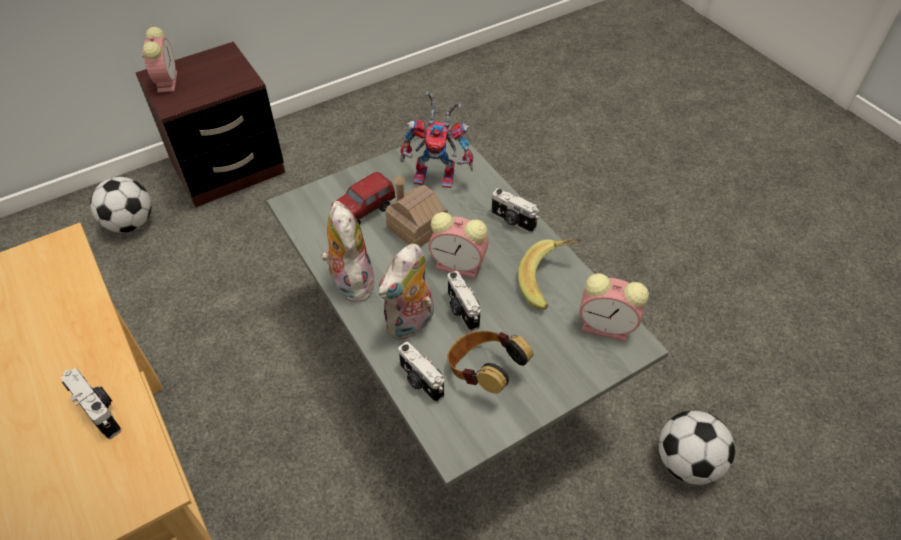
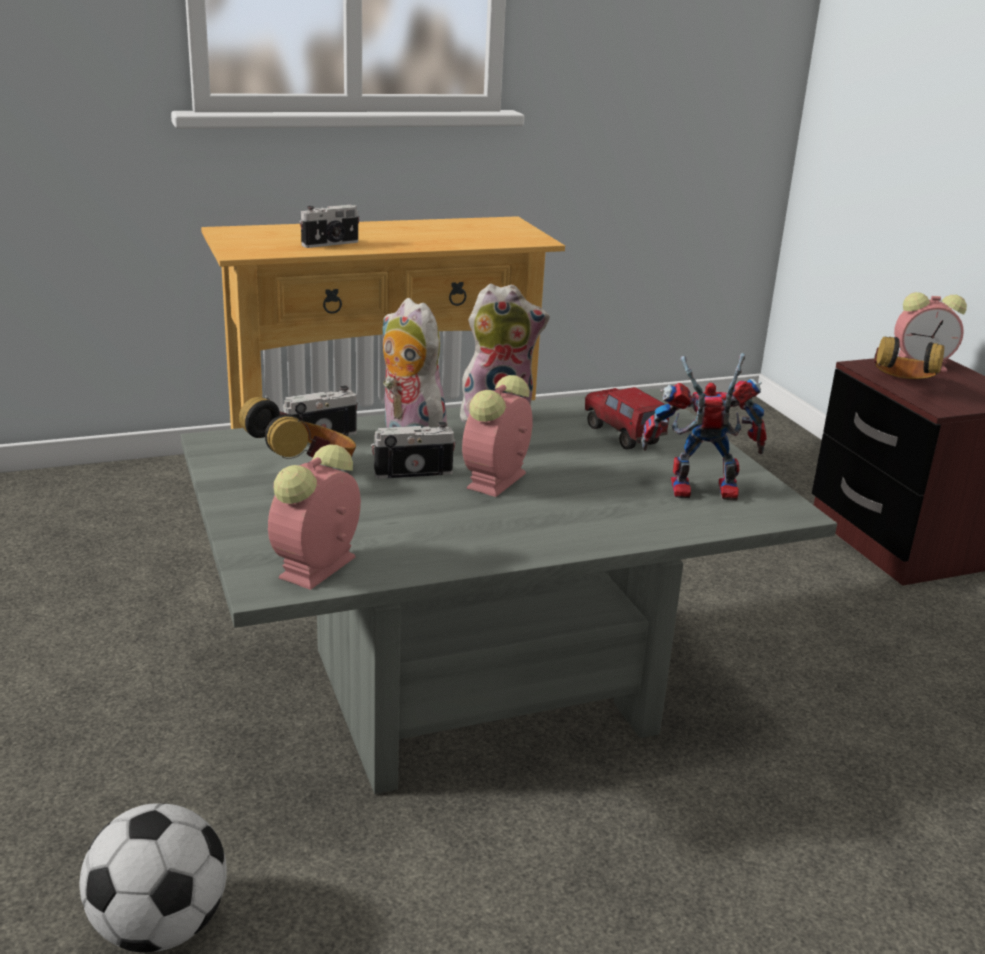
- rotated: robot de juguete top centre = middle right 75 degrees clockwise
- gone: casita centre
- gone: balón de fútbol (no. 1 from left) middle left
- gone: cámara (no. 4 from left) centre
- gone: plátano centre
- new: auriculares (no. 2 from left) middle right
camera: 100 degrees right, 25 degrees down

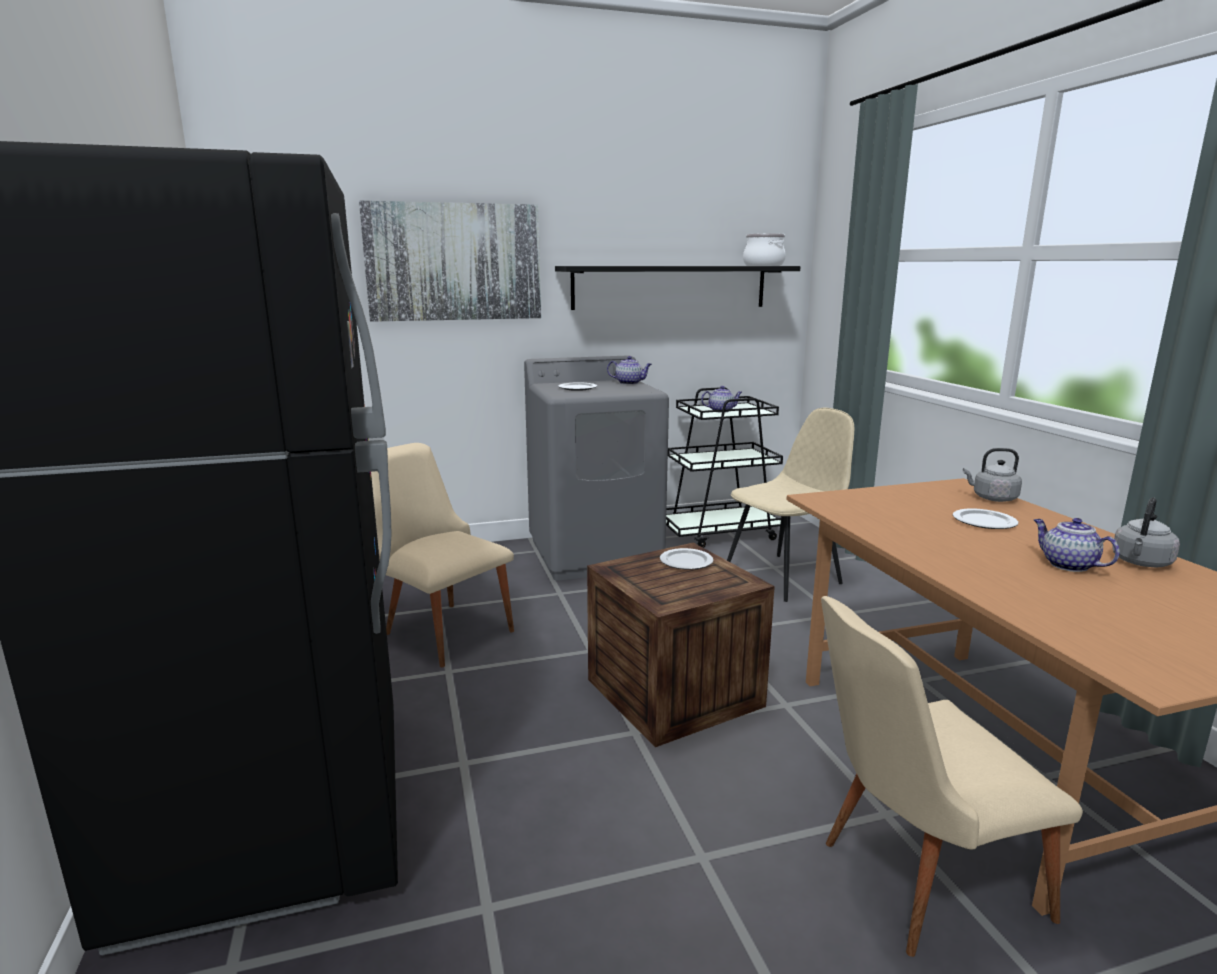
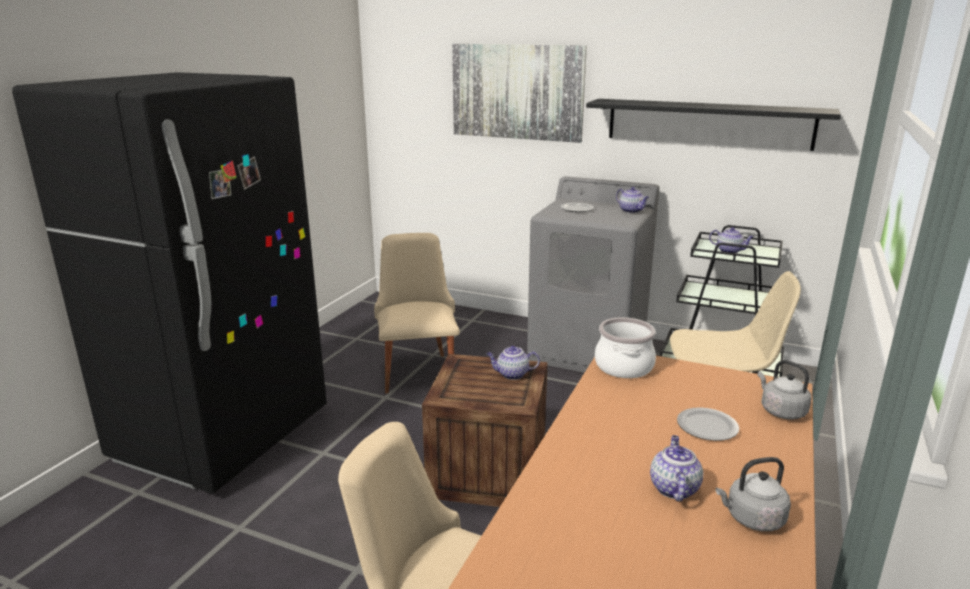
- shifted: olla top centre to centre
- swapped: plato (no. 2 from left) centre to tetera (no. 1 from left) centre
camera: 40 degrees right, 5 degrees up

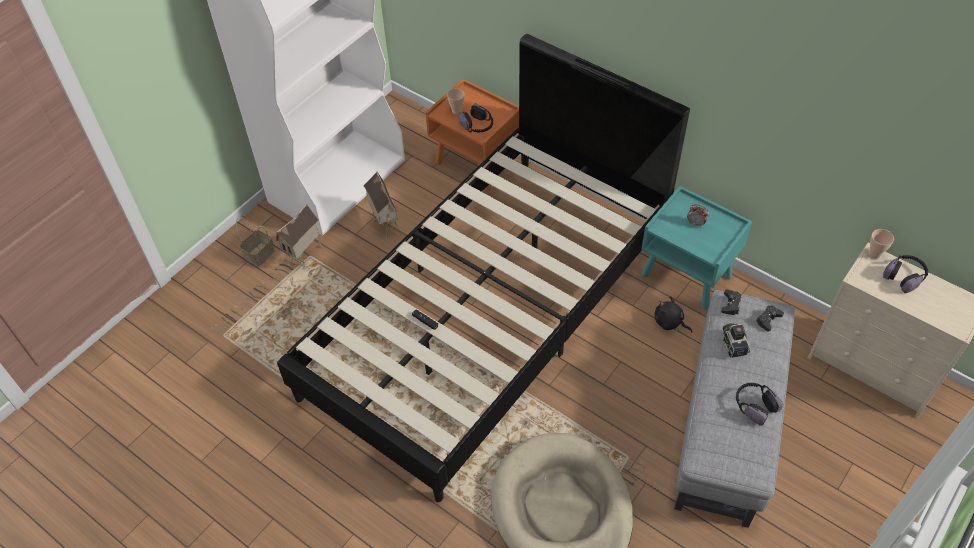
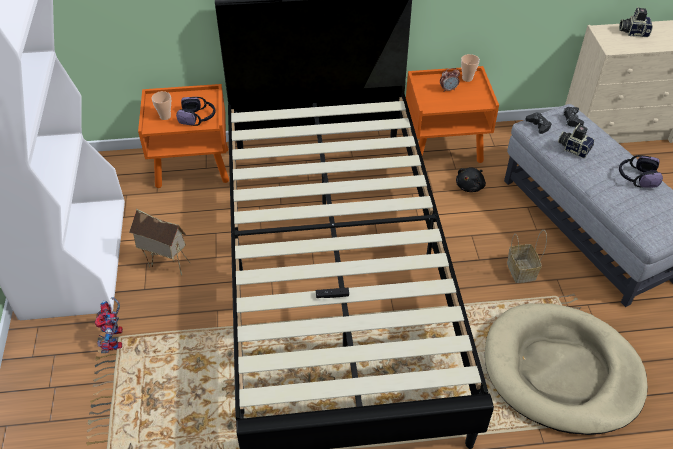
- repainted: mesita de noche [turquesa] middle right to mesita de noche [naranja] (no. 2 from left) top right
- swapped: casita (no. 1 from left) middle left to robot de juguete bottom left
- shifted: cesta middle left to middle right
- shifted: taza (no. 2 from left) middle right to top right
- swapped: auriculares (no. 3 from left) middle right to cámara (no. 2 from left) top right
- rotated: peluche [negro] middle right = middle right 45 degrees counterclockwise
camera: 45 degrees left, 5 degrees down

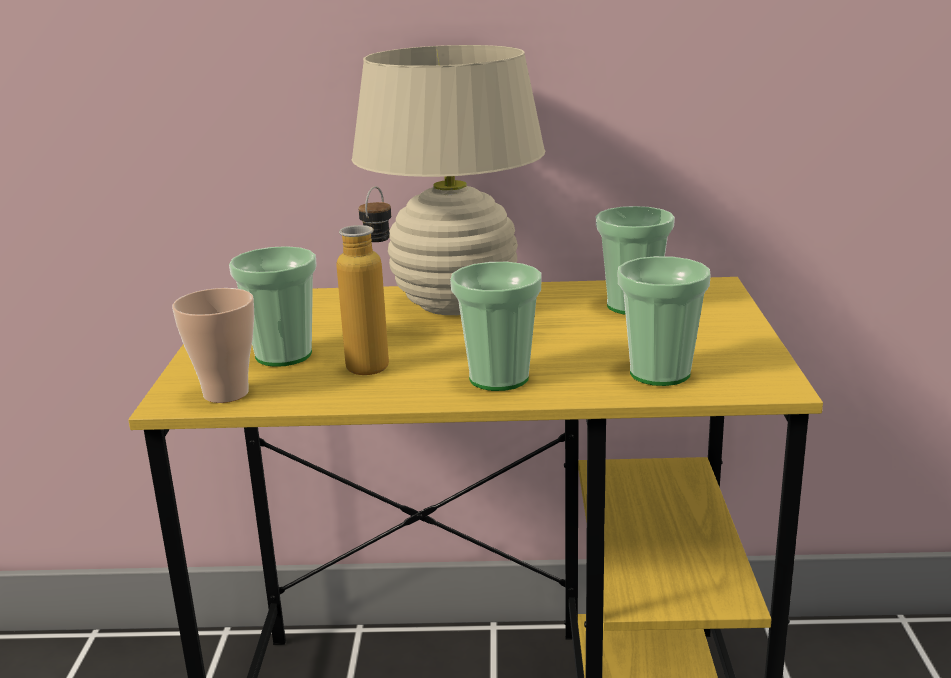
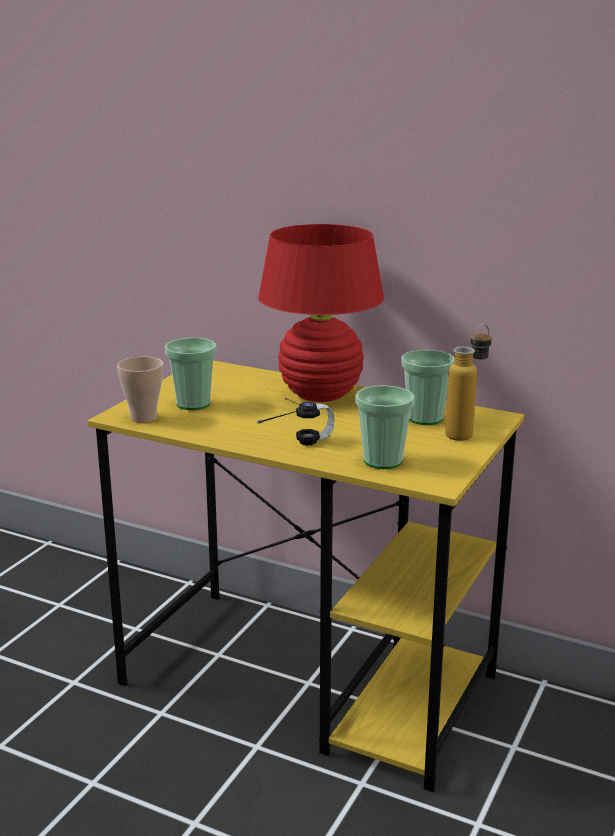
- repainted: lámpara de mesa [beis] top centre to lámpara de mesa [rojo] centre
- shifted: botella centre to middle right
- swapped: taza (no. 3 from left) centre to auriculares centre
camera: 25 degrees right, 0 degrees up

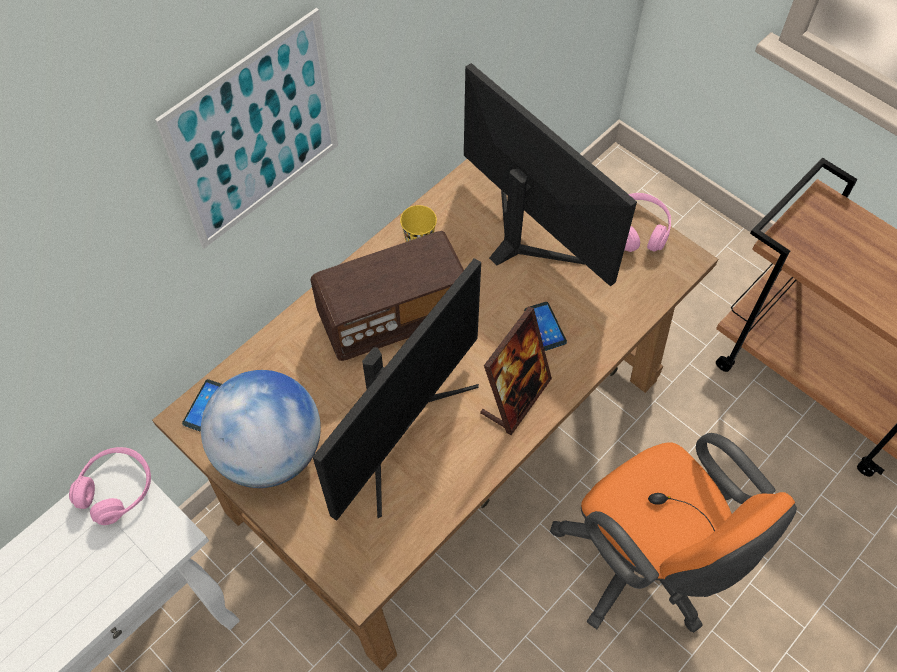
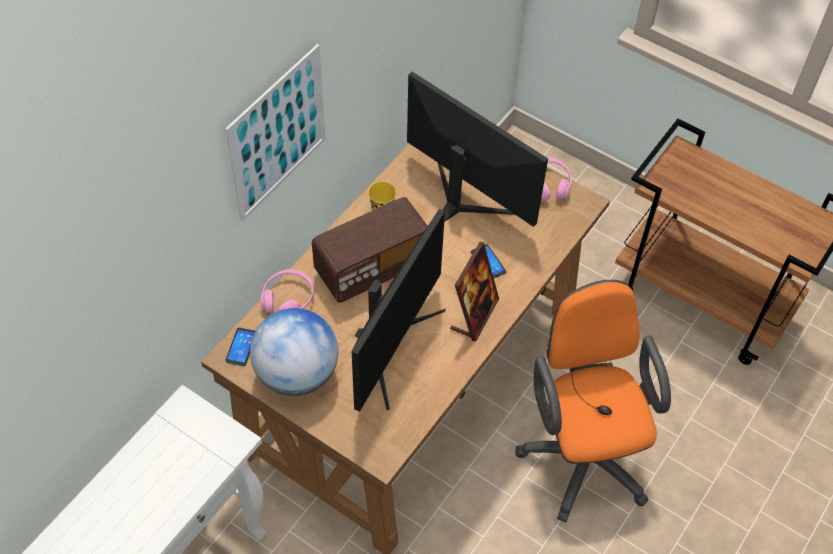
- rotated: silla de oficina [naranja] bottom right = bottom right 150 degrees counterclockwise
- shifted: auriculares [rosa] (no. 1 from left) bottom left to centre
camera: 10 degrees left, 5 degrees down

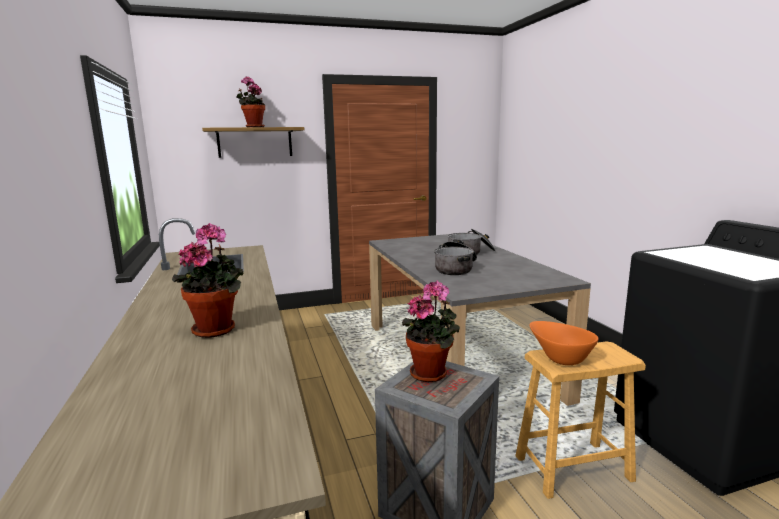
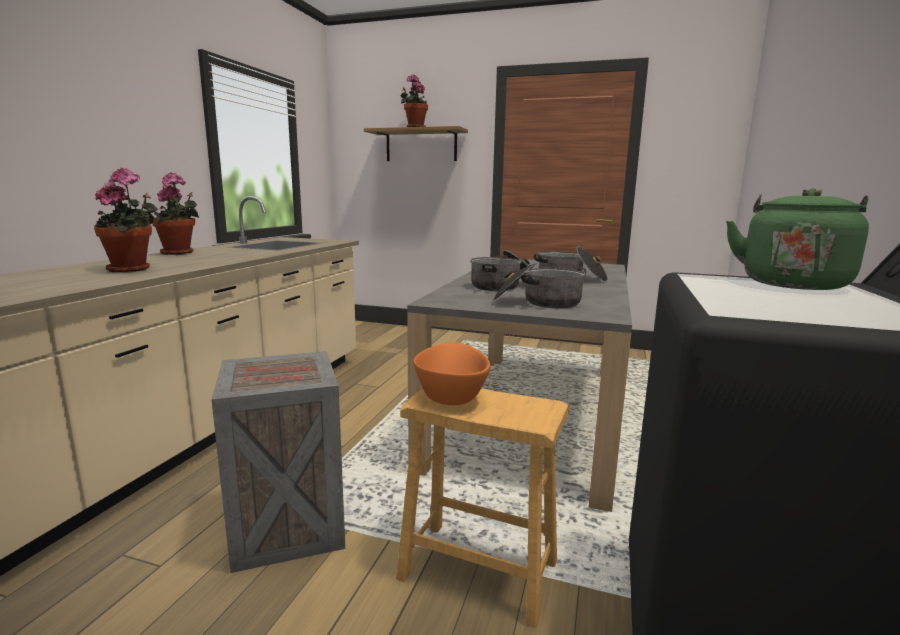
- shifted: planta en maceta (no. 3 from left in the first image) centre to planta en maceta (no. 2 from left) middle left
- new: hervidor [verde] middle right
- new: olla (no. 2 from left) centre
camera: 35 degrees right, 0 degrees up

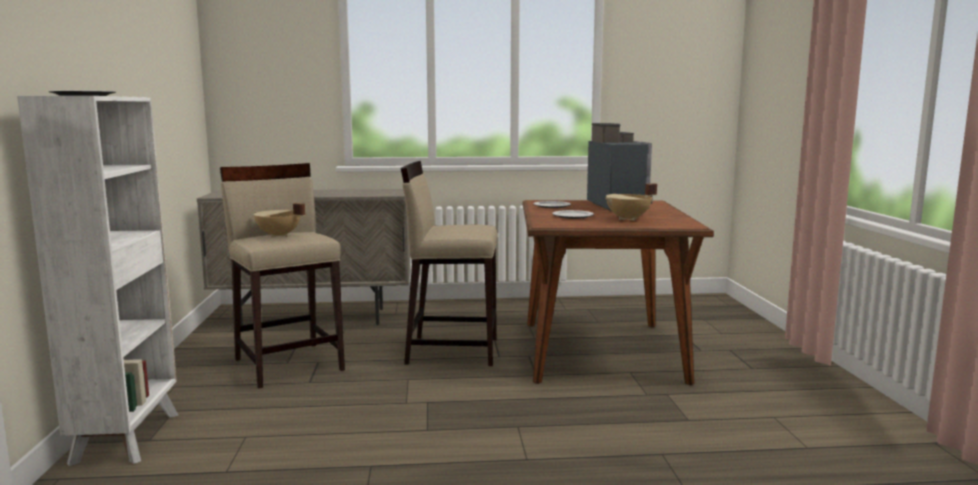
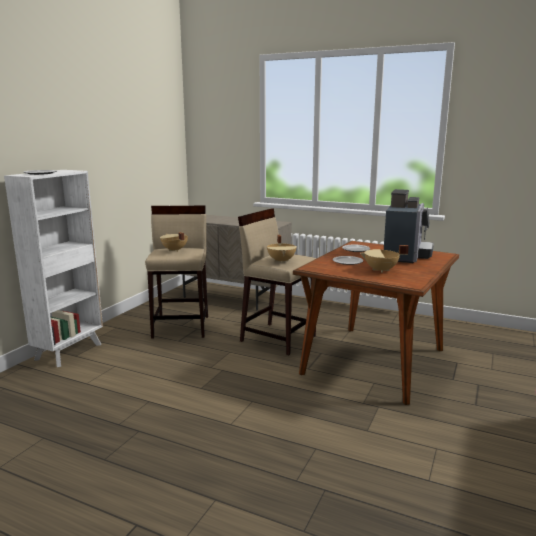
- new: olla [beis] (no. 2 from left) centre
camera: 30 degrees right, 5 degrees up

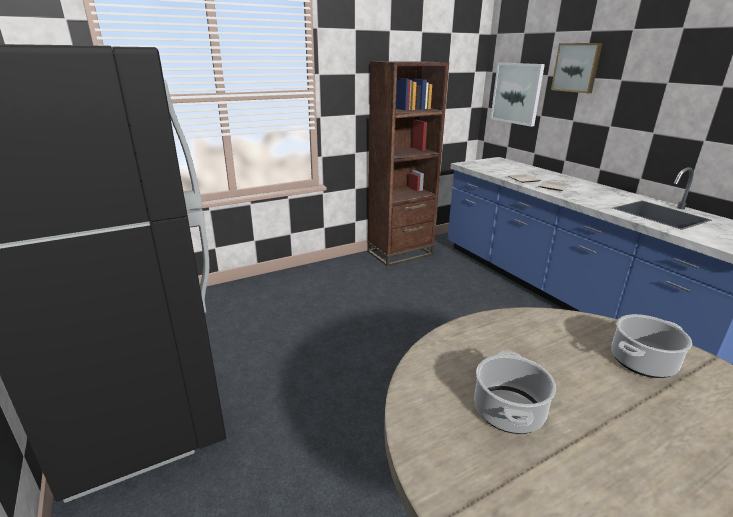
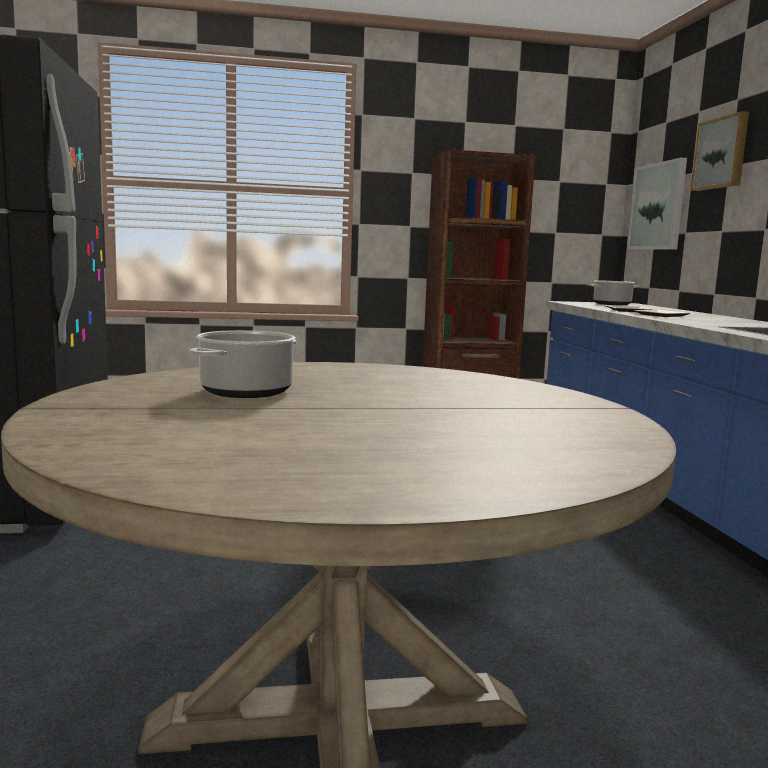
- shifted: olla (no. 2 from left) bottom right to middle right
camera: 20 degrees right, 15 degrees down

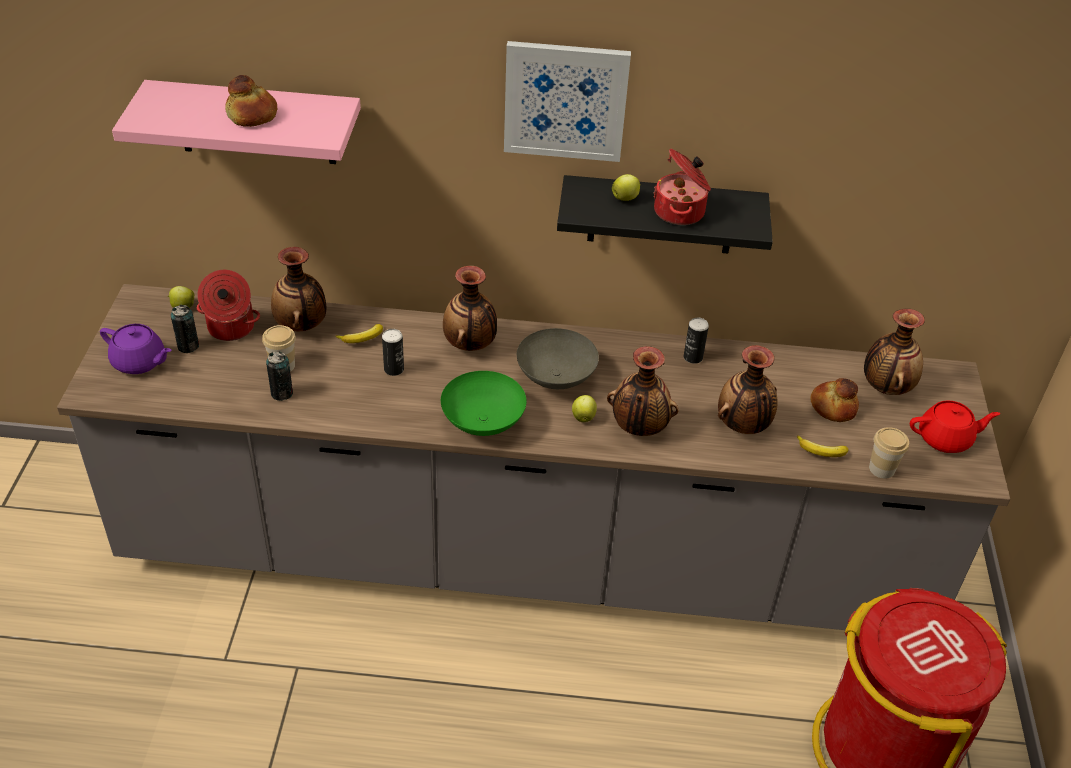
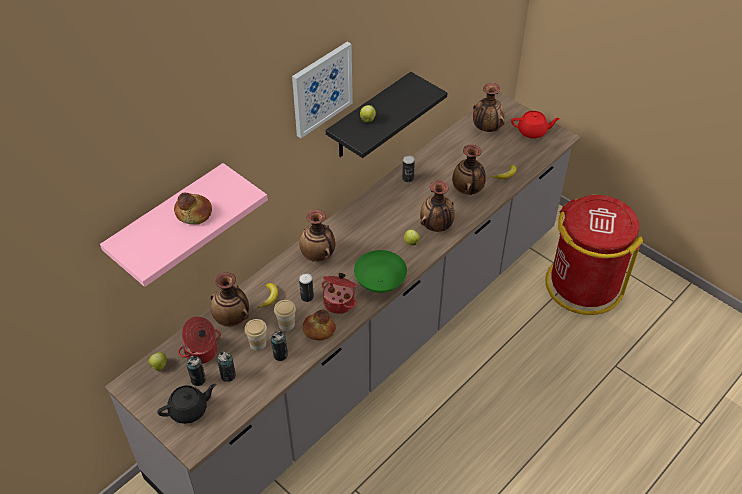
- shifted: olla (no. 2 from left) top centre to centre
- repainted: tetera [morado] middle left to tetera [negro] bottom left
- gone: cuenco [gris] centre
- shifted: pan (no. 2 from left) middle right to centre
- rotated: tetera [rojo] middle right = top right 60 degrees clockwise
- shifted: taza (no. 2 from left) middle right to centre
- new: lata (no. 2 from left) bottom left
camera: 50 degrees left, 5 degrees up

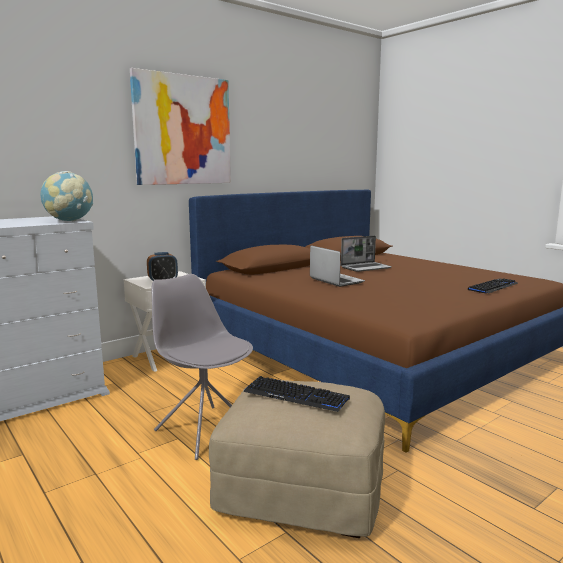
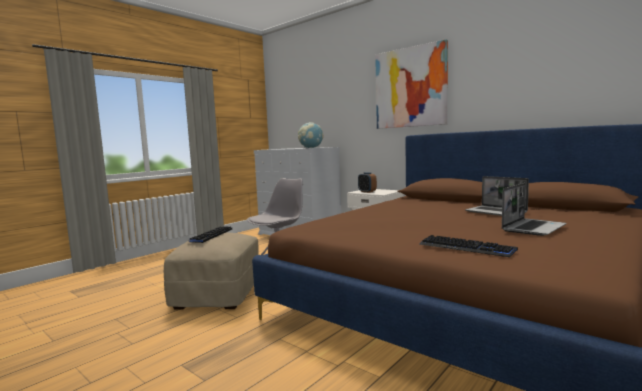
- shifted: portátil (no. 1 from left in the first image) centre to portátil (no. 2 from left) middle right
camera: 80 degrees right, 5 degrees down

